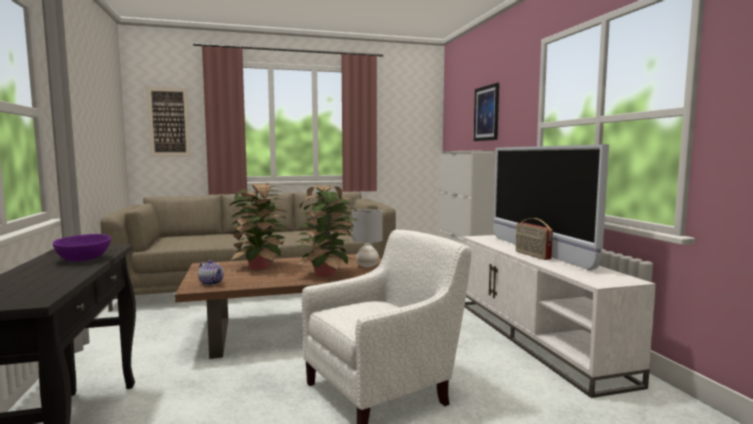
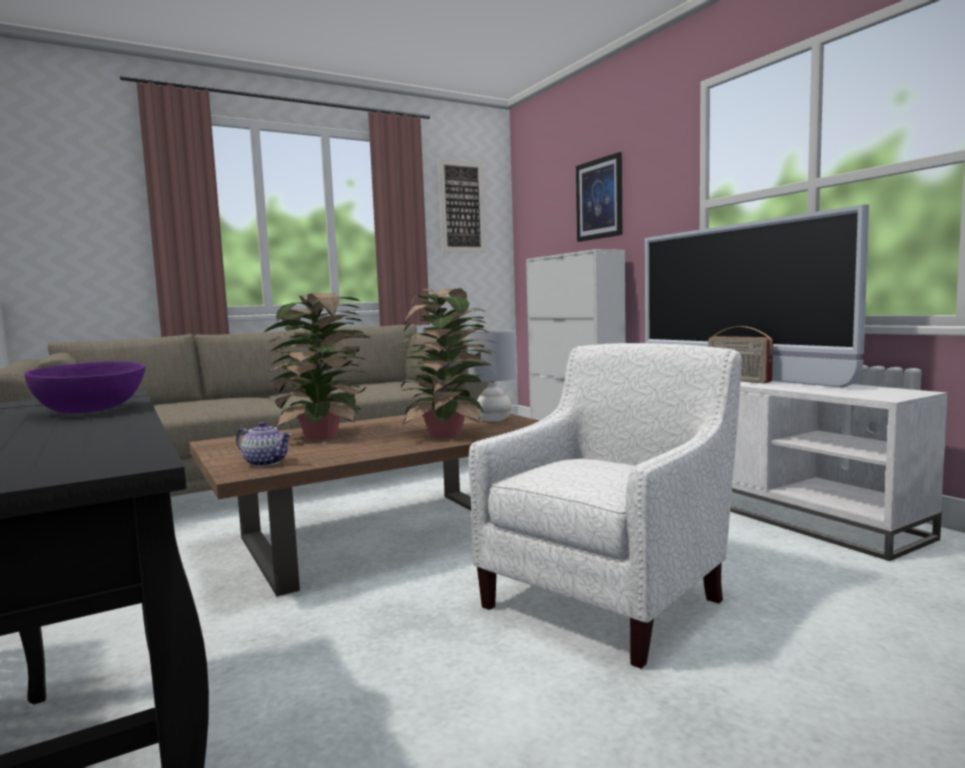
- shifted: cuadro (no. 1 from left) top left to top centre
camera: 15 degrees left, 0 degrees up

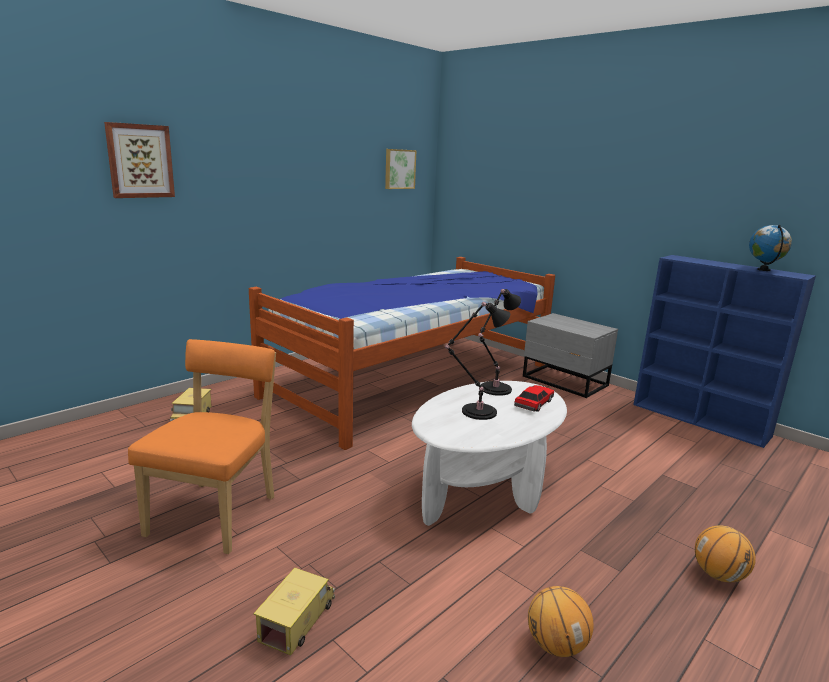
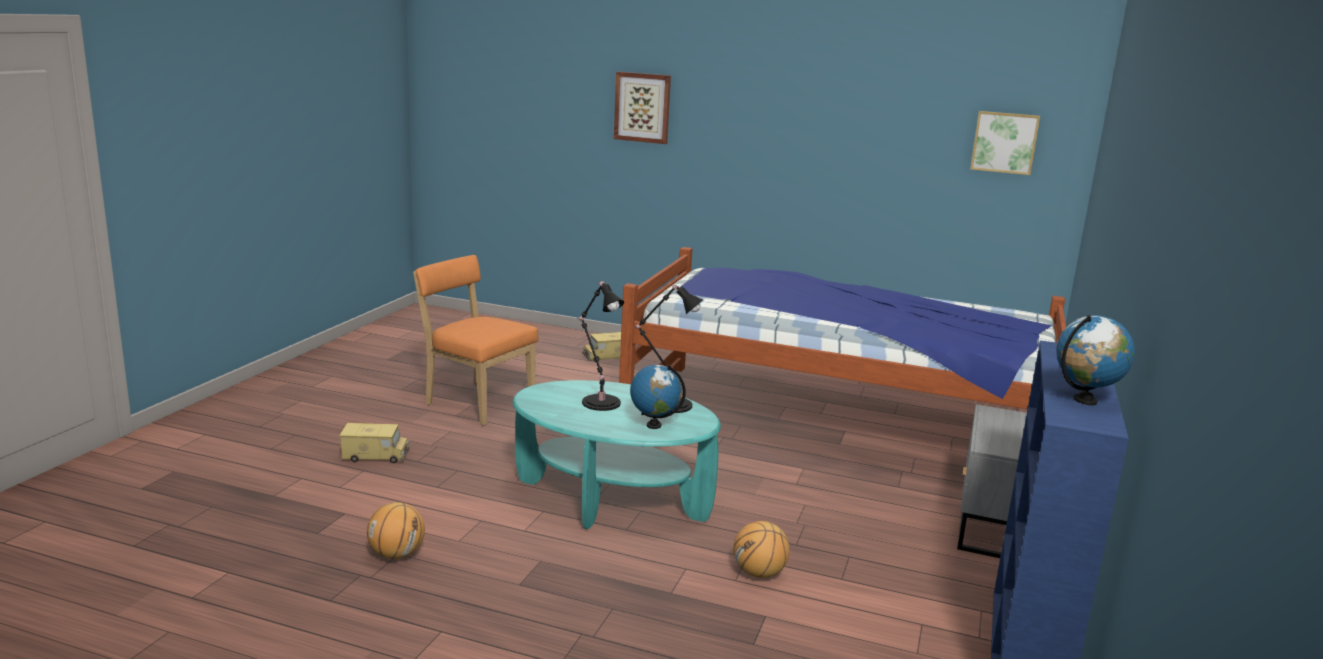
- rotated: silla [naranja] middle left = centre 135 degrees counterclockwise
- repainted: mesa de centro [blanco] centre to mesa de centro [turquesa] bottom centre
- swapped: coche de juguete centre to globo terráqueo (no. 1 from left) centre
- shifted: balón de baloncesto (no. 2 from left) bottom right to bottom centre
camera: 65 degrees right, 0 degrees up

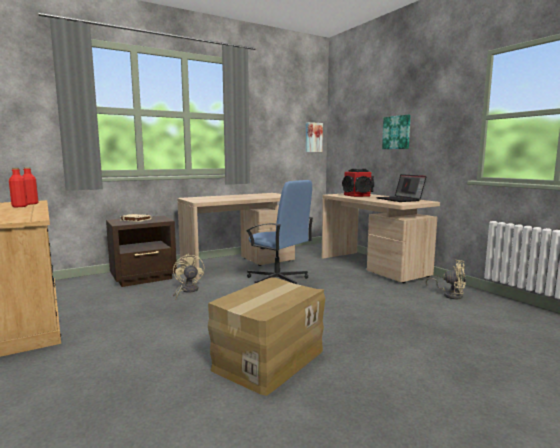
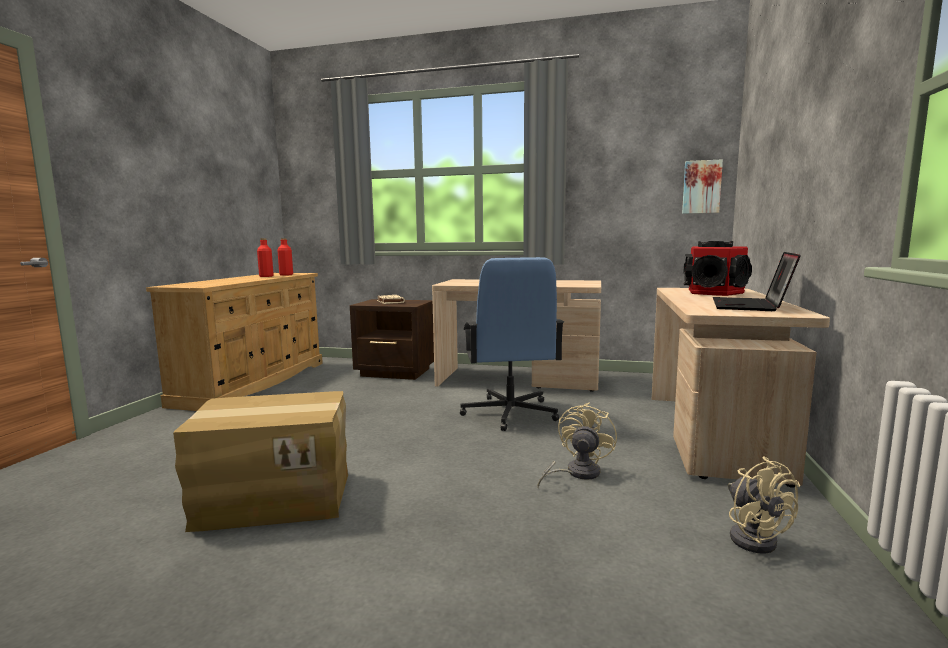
- gone: cuadro (no. 2 from left) top right
- shifted: ventilador [beis] (no. 1 from left) centre to bottom centre
camera: 45 degrees right, 0 degrees up

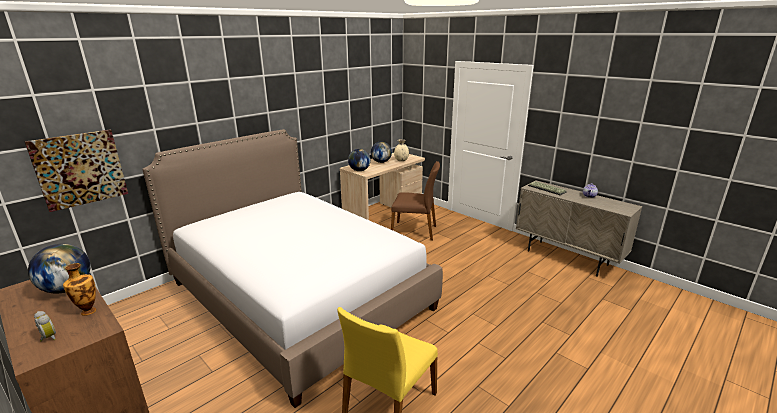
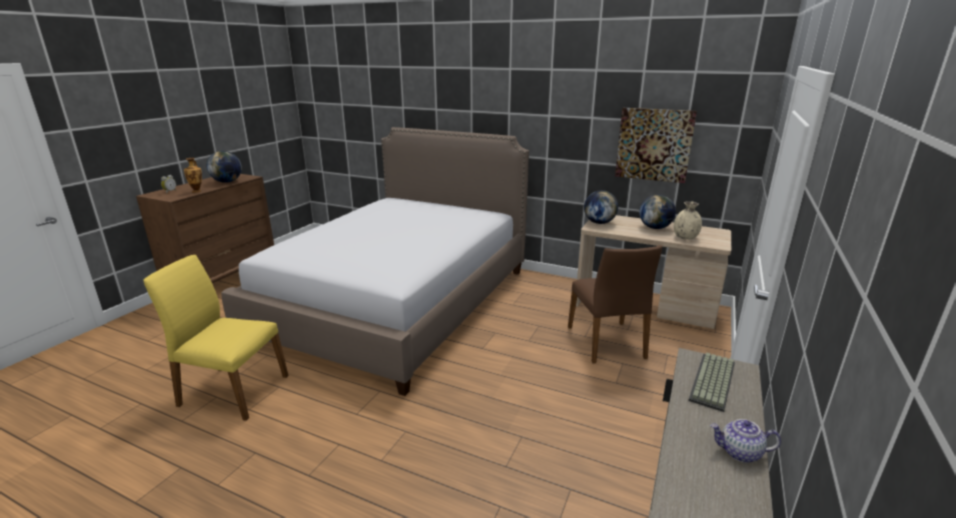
- shifted: cuadro middle left to top right
camera: 70 degrees right, 0 degrees up

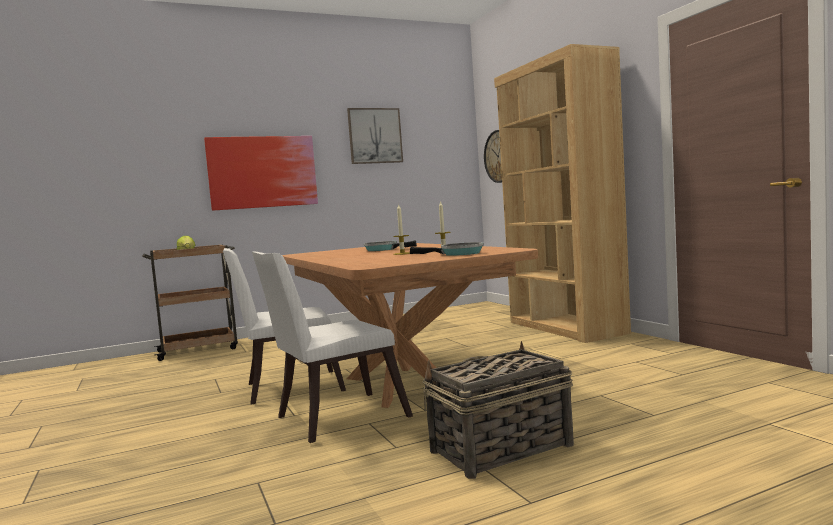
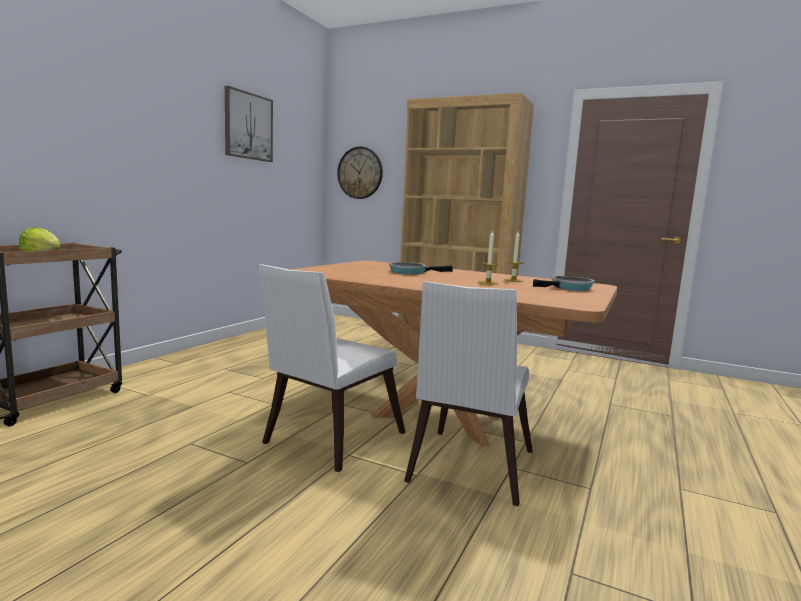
- gone: cuadro (no. 1 from left) top left
- gone: cesta bottom centre
camera: 40 degrees left, 5 degrees up

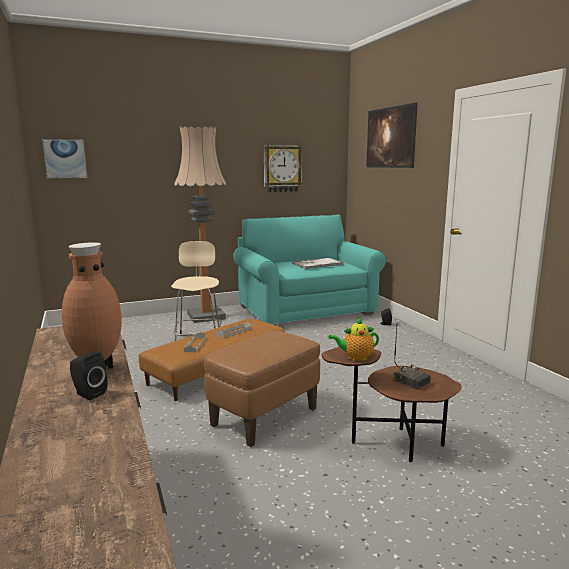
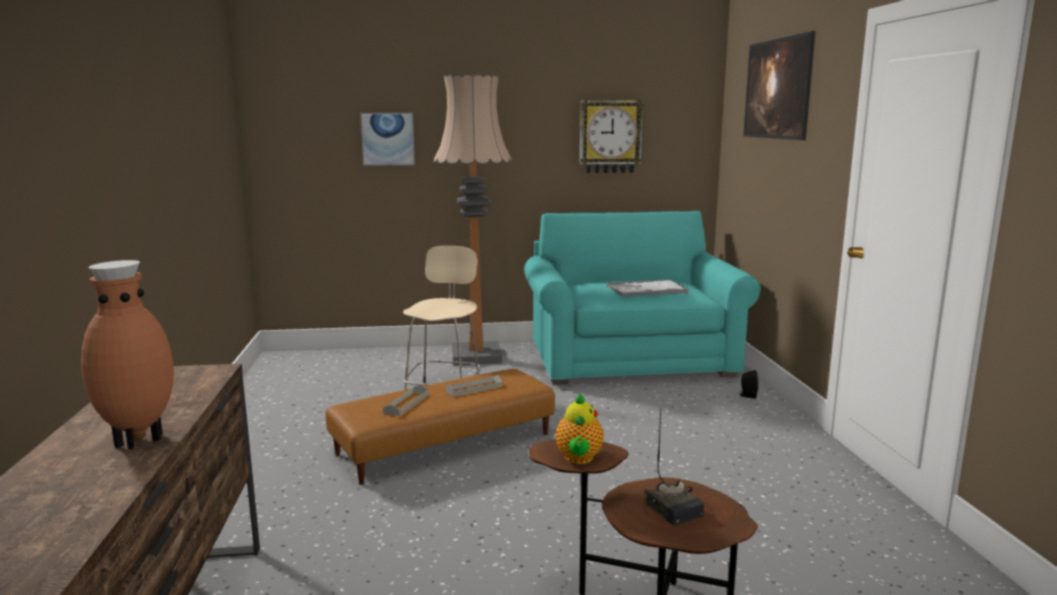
- shifted: cuadro (no. 1 from left) top left to top centre
- rotated: tetera centre = bottom centre 90 degrees counterclockwise
- gone: puf [marrón] (no. 2 from left) bottom centre
- gone: altavoz [negro] (no. 1 from left) middle left
camera: 15 degrees right, 0 degrees up

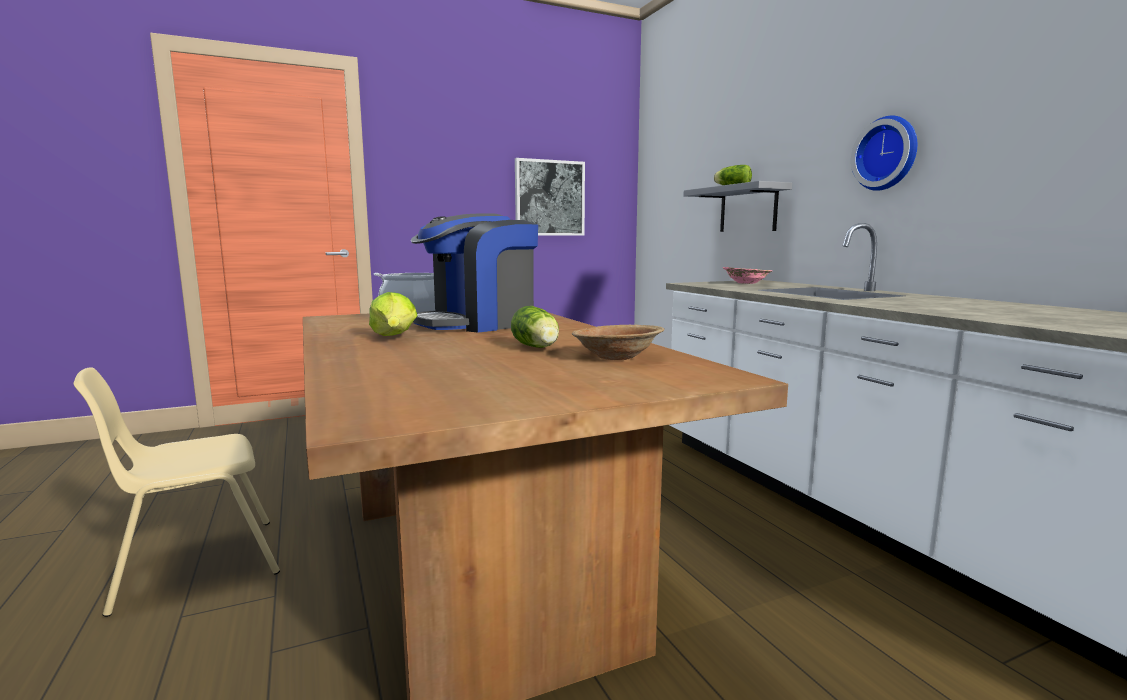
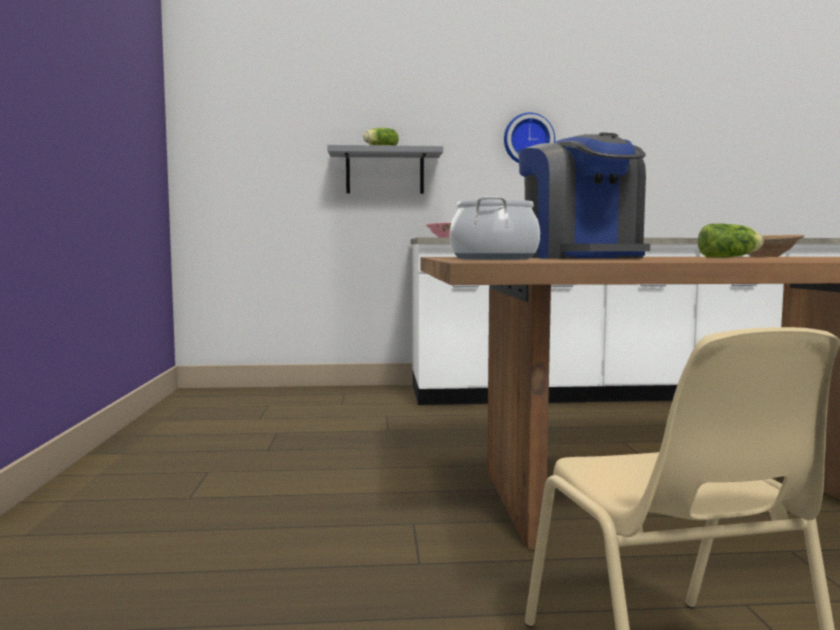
- gone: cuadro top centre
- gone: lechuga (no. 1 from left) centre
camera: 70 degrees left, 5 degrees down

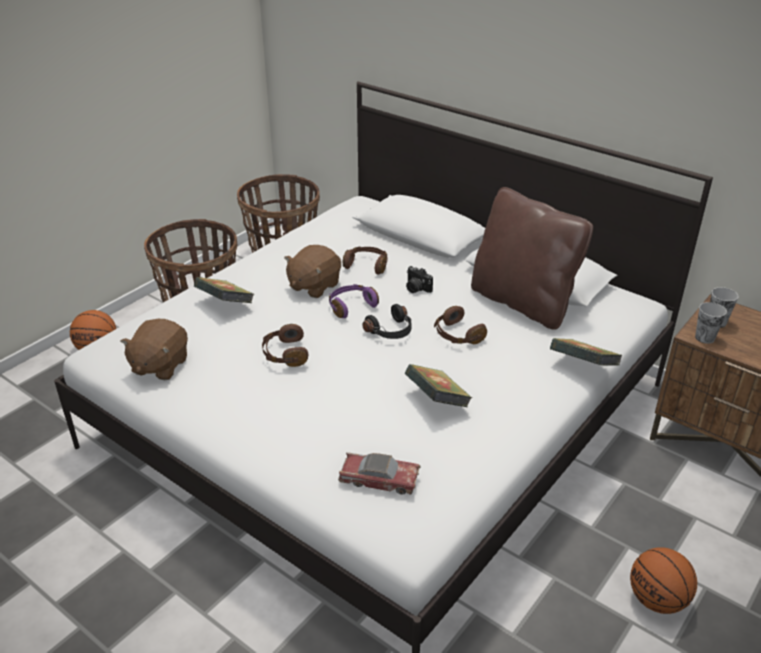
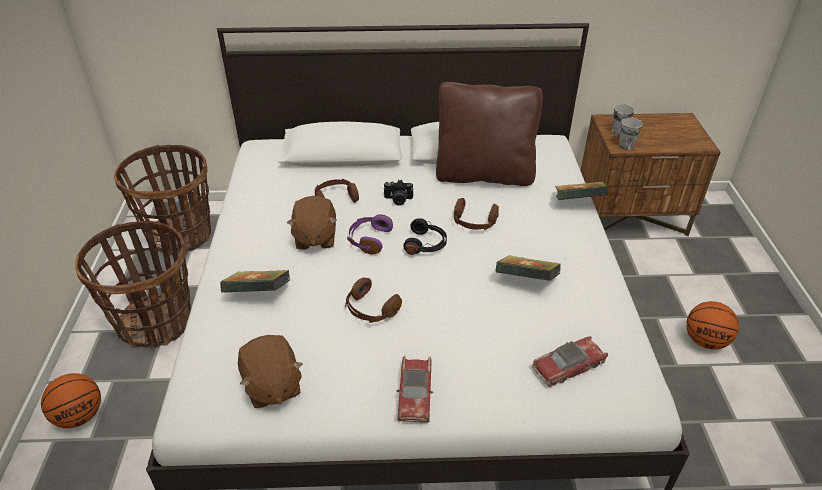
- new: coche de juguete (no. 1 from left) bottom centre
camera: 40 degrees left, 5 degrees up

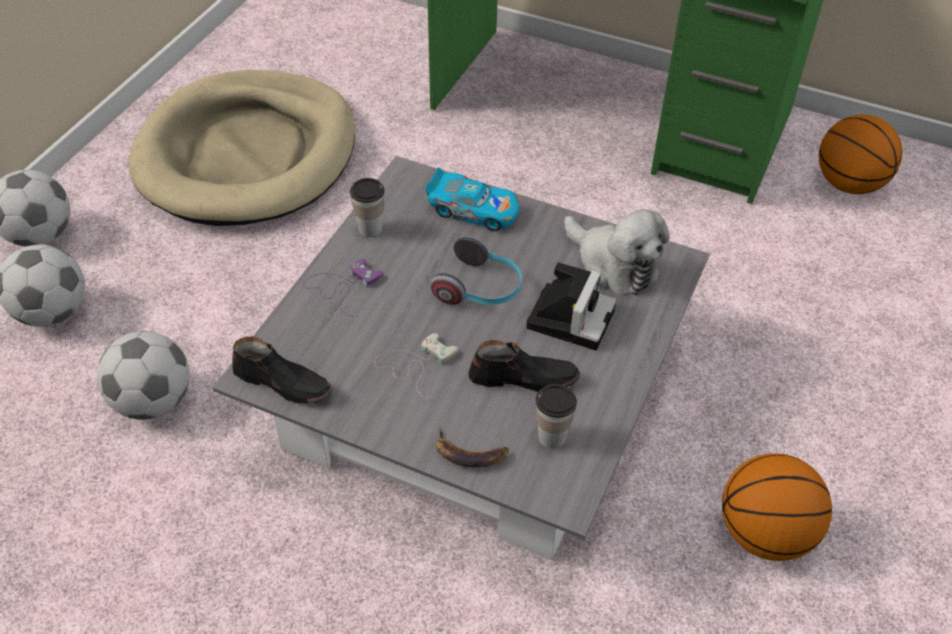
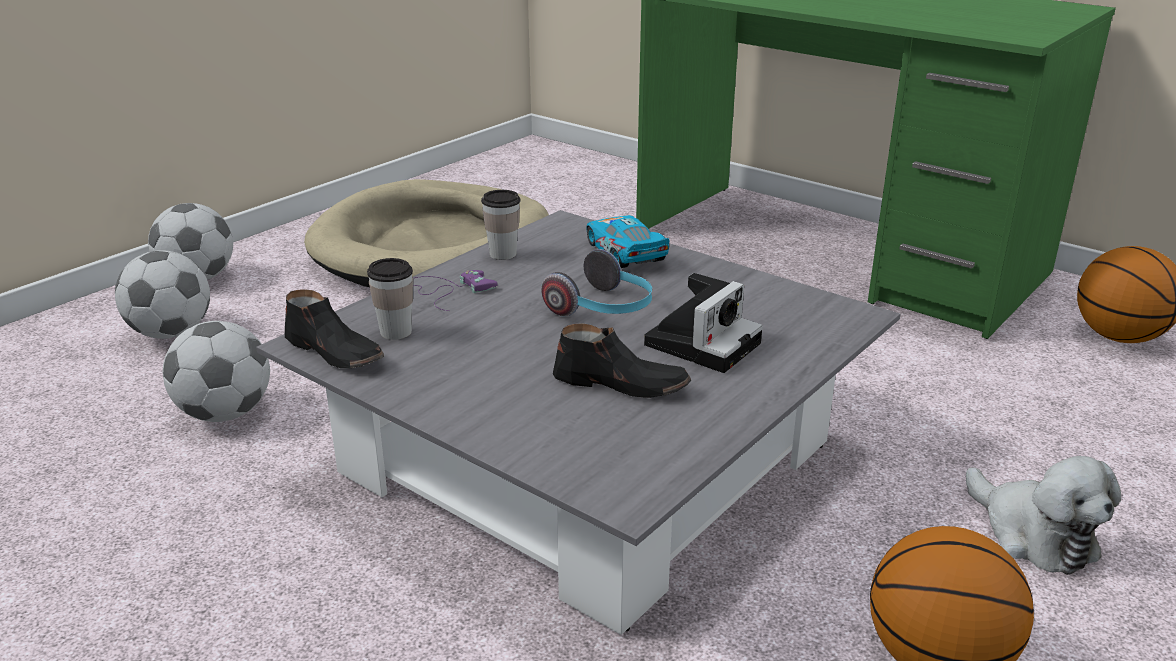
- rotated: coche de juguete top centre = centre 150 degrees counterclockwise
- shifted: peluche centre to bottom right
- gone: mando de consola [blanco] centre
- shifted: taza (no. 2 from left in the first image) centre to taza (no. 1 from left) middle left
- gone: plátano bottom centre
camera: 15 degrees right, 20 degrees down

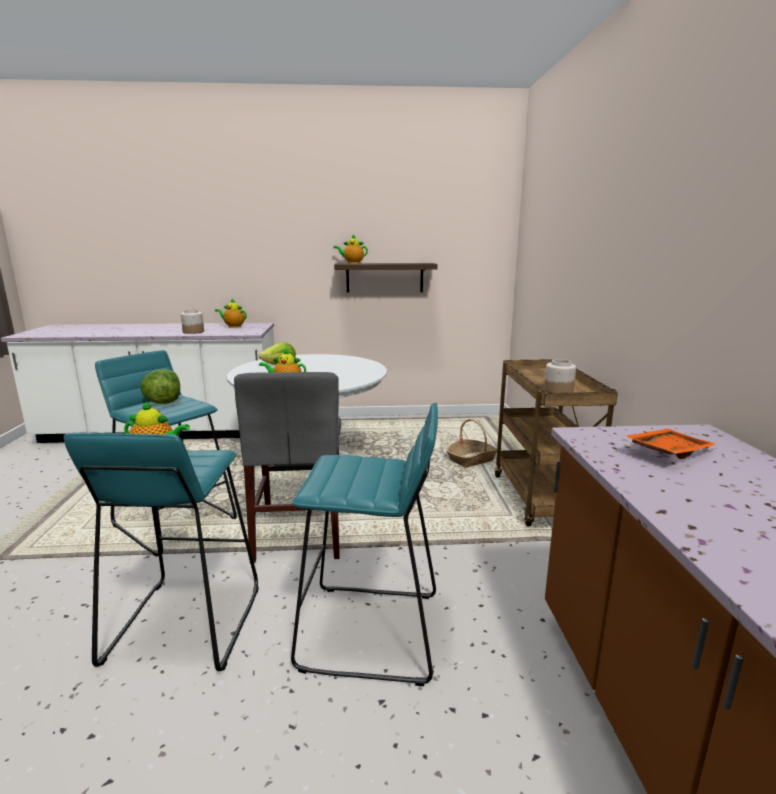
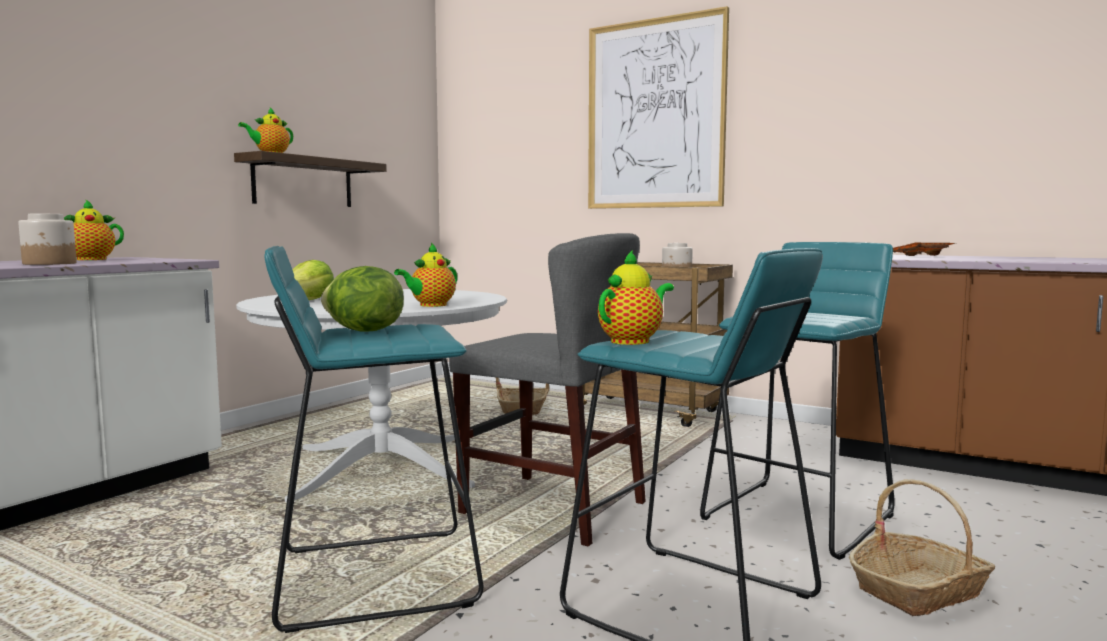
- new: cuadro top centre
- new: cesta (no. 2 from left) bottom right
camera: 55 degrees left, 10 degrees down

